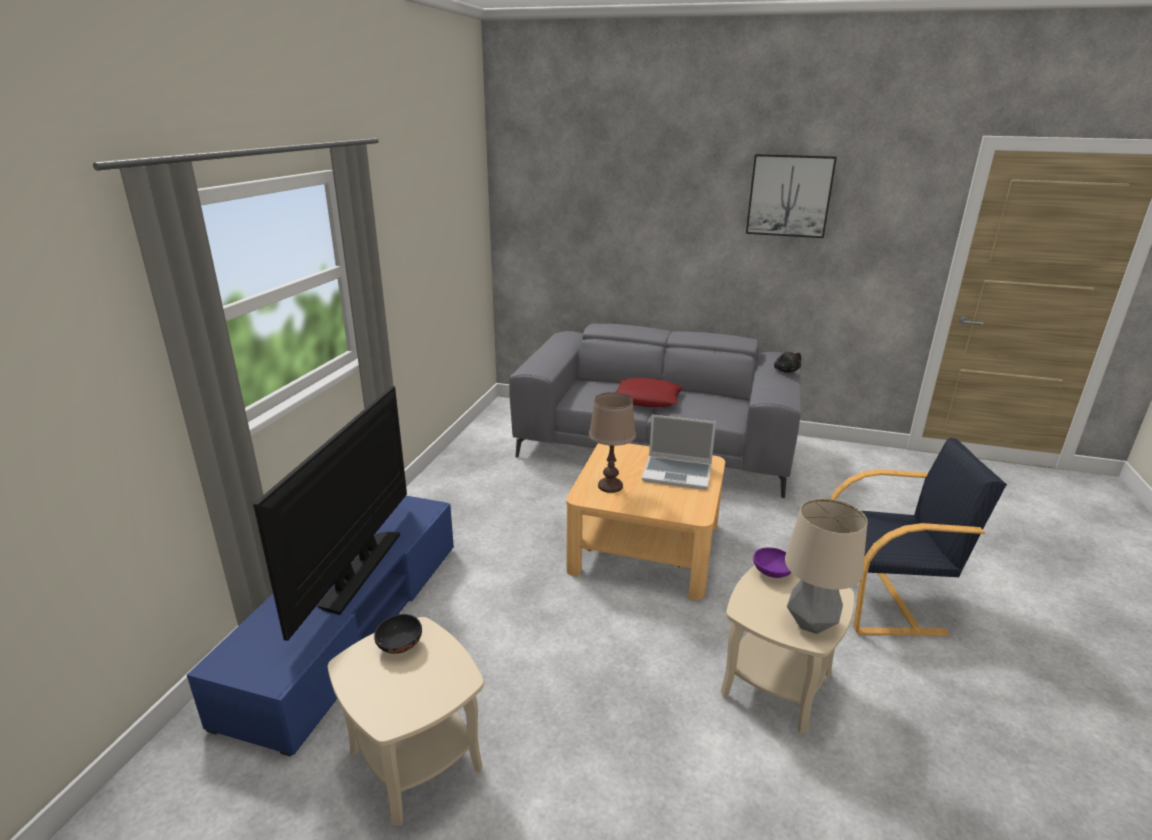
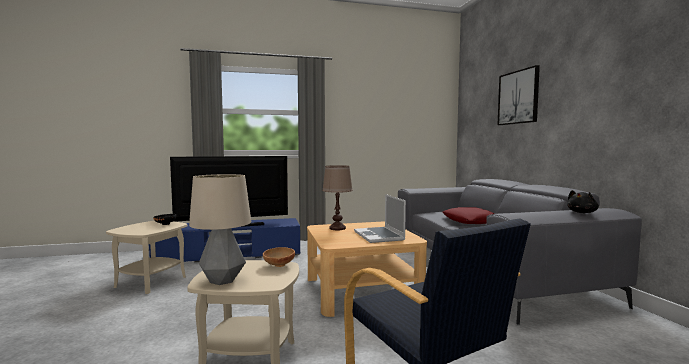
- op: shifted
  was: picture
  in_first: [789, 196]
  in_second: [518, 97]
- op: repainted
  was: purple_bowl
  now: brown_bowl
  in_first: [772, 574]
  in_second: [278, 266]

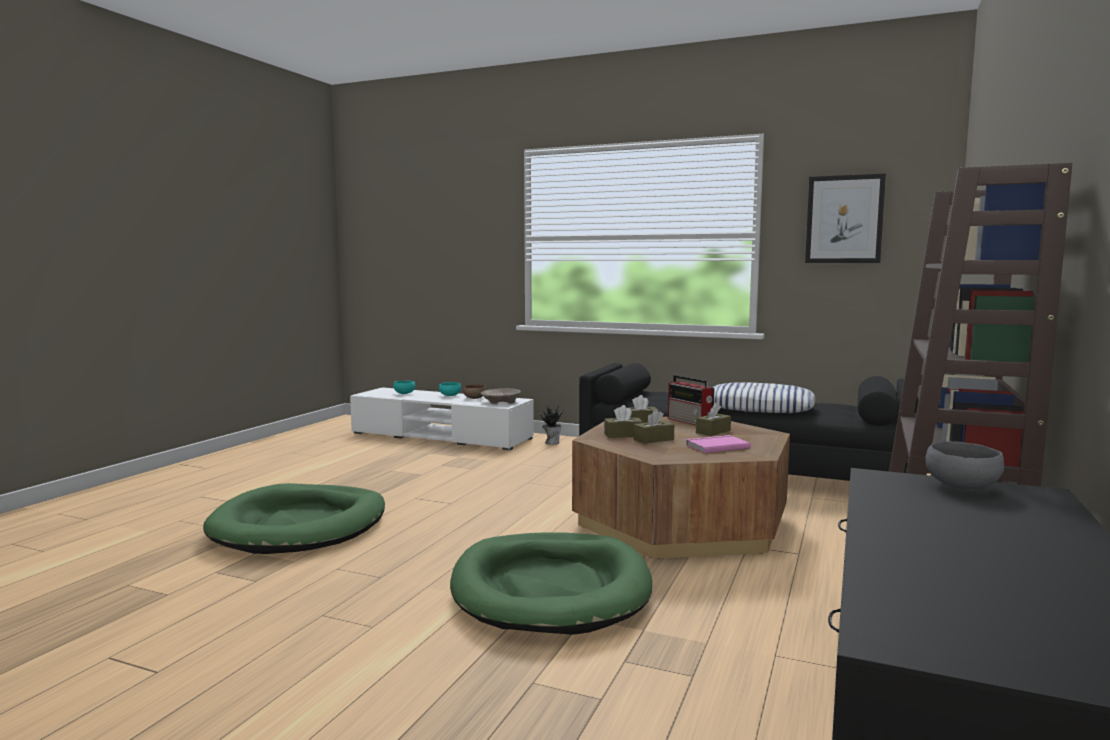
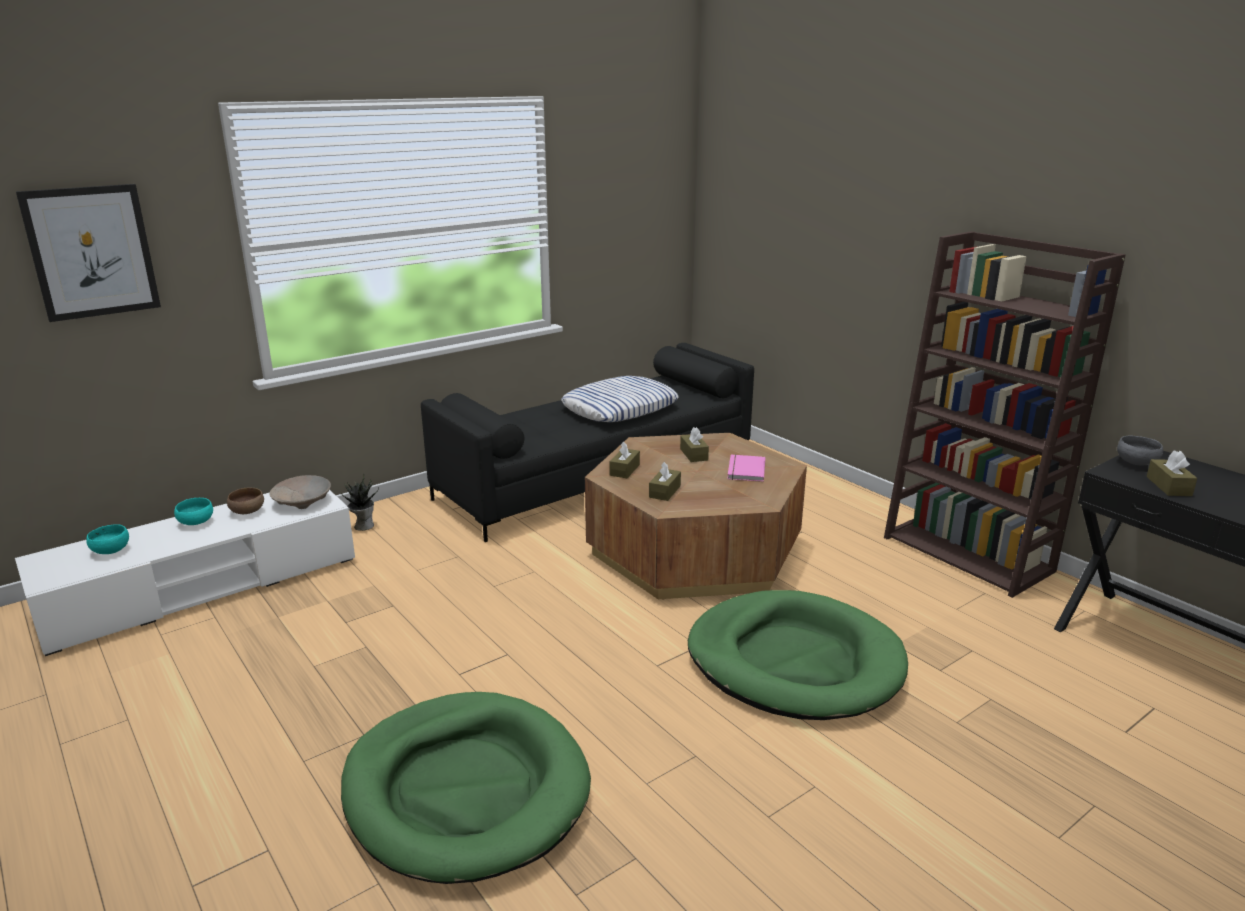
- op: gone
  was: radio
  in_first: [690, 421]
- op: shifted
  was: brown_tissue_box
  in_first: [653, 439]
  in_second: [1168, 486]
- op: shifted
  was: picture
  in_first: [844, 219]
  in_second: [91, 252]

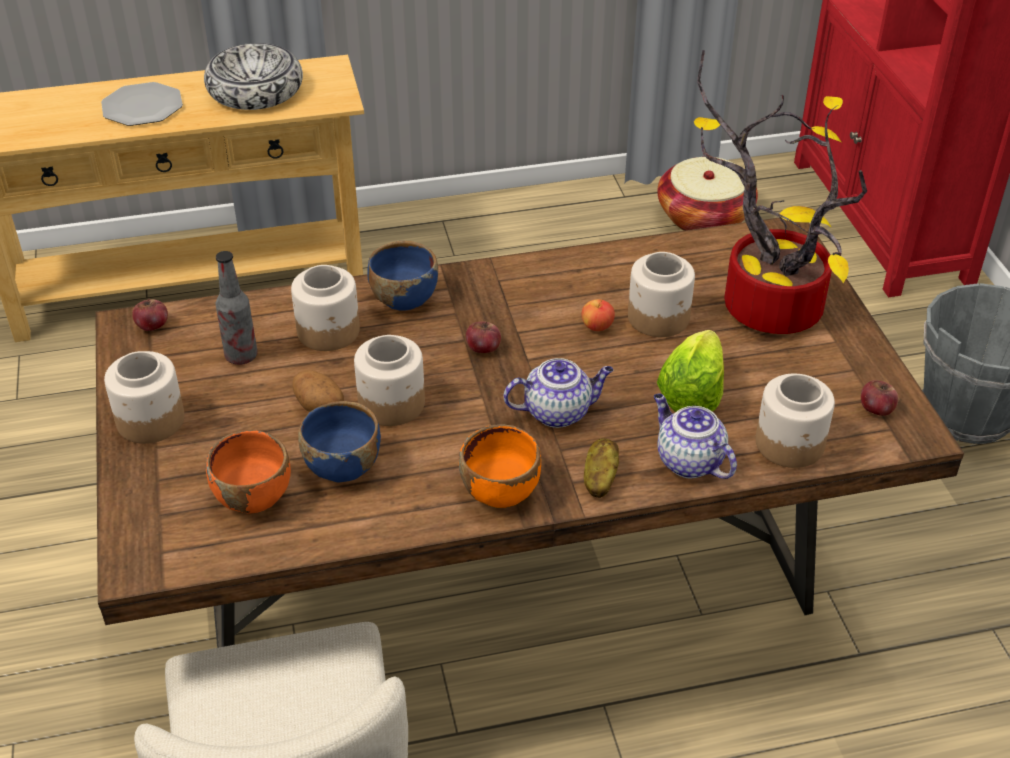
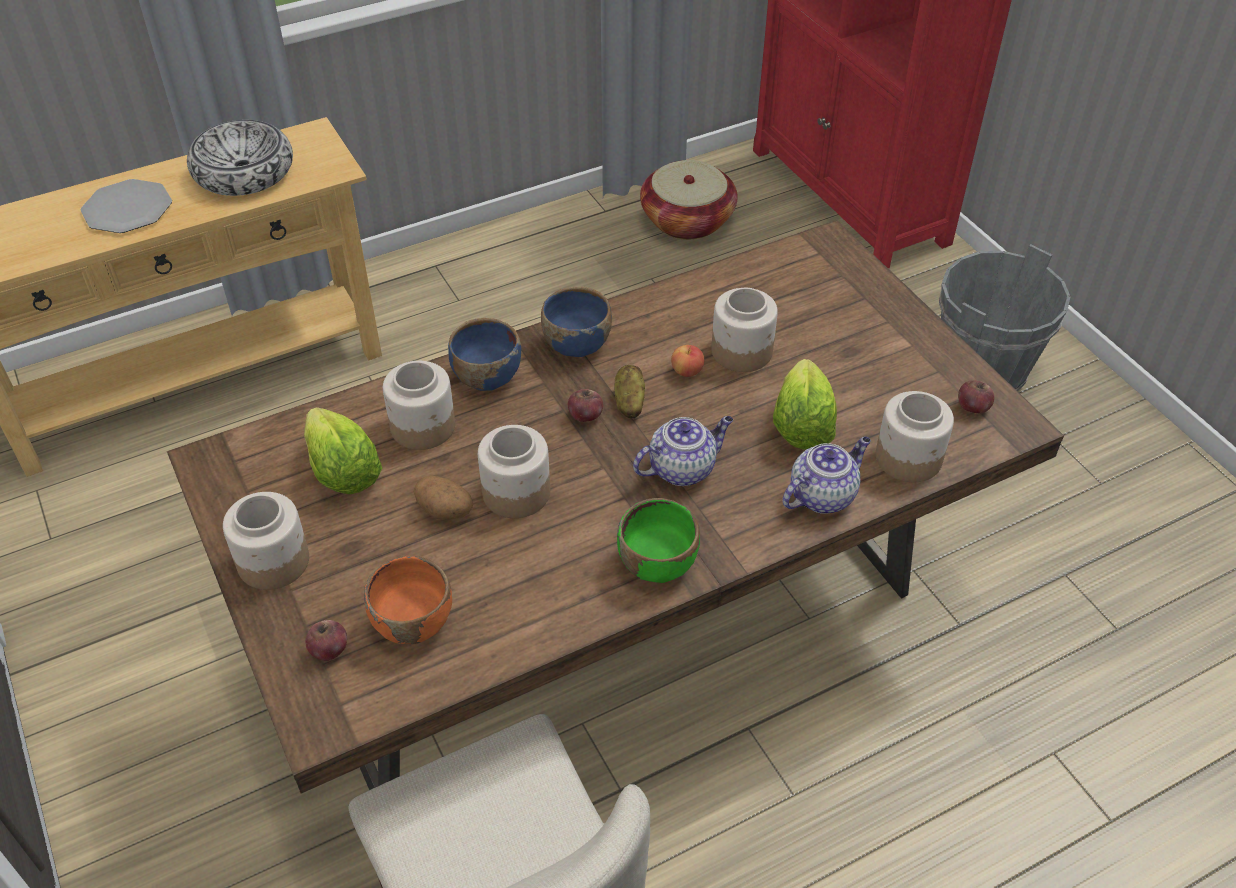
- op: gone
  was: potted_plant
  in_first: [763, 306]
- op: shifted
  was: apple
  in_first: [152, 326]
  in_second: [329, 650]
- op: shifted
  was: blue_bowl
  in_first: [343, 465]
  in_second: [577, 343]
- op: shifted
  was: potato
  in_first: [599, 479]
  in_second: [629, 402]
- op: swapped
  was: bottle
  now: lettuce
  in_first: [241, 356]
  in_second: [343, 471]
- op: repainted
  was: orange_bowl
  now: green_bowl
  in_first: [501, 491]
  in_second: [658, 563]
- op: rotated
  was: teapot
  in_first: [688, 461]
  in_second: [822, 495]
  clockwise: 105

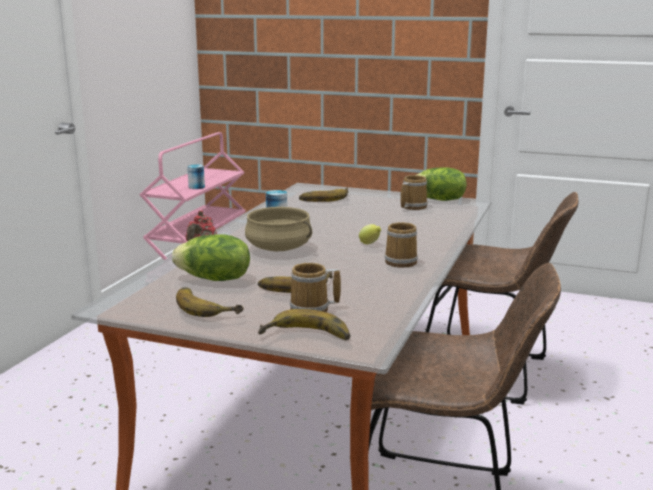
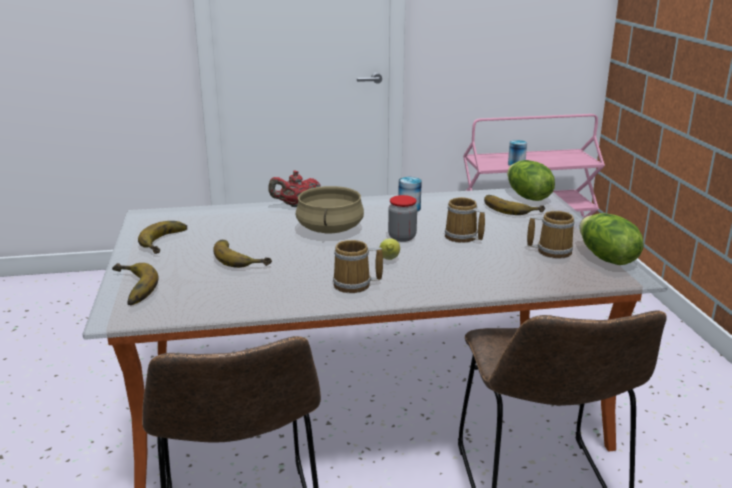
- op: new
  now: jar
  in_second: [402, 237]
- op: shifted
  was: lettuce
  in_first: [214, 279]
  in_second: [527, 196]
- op: shifted
  was: mug
  in_first: [312, 309]
  in_second: [462, 237]

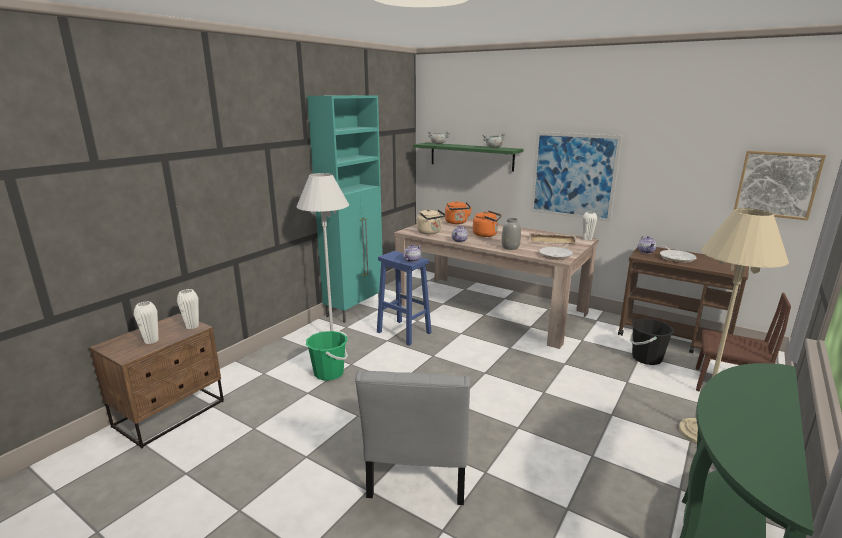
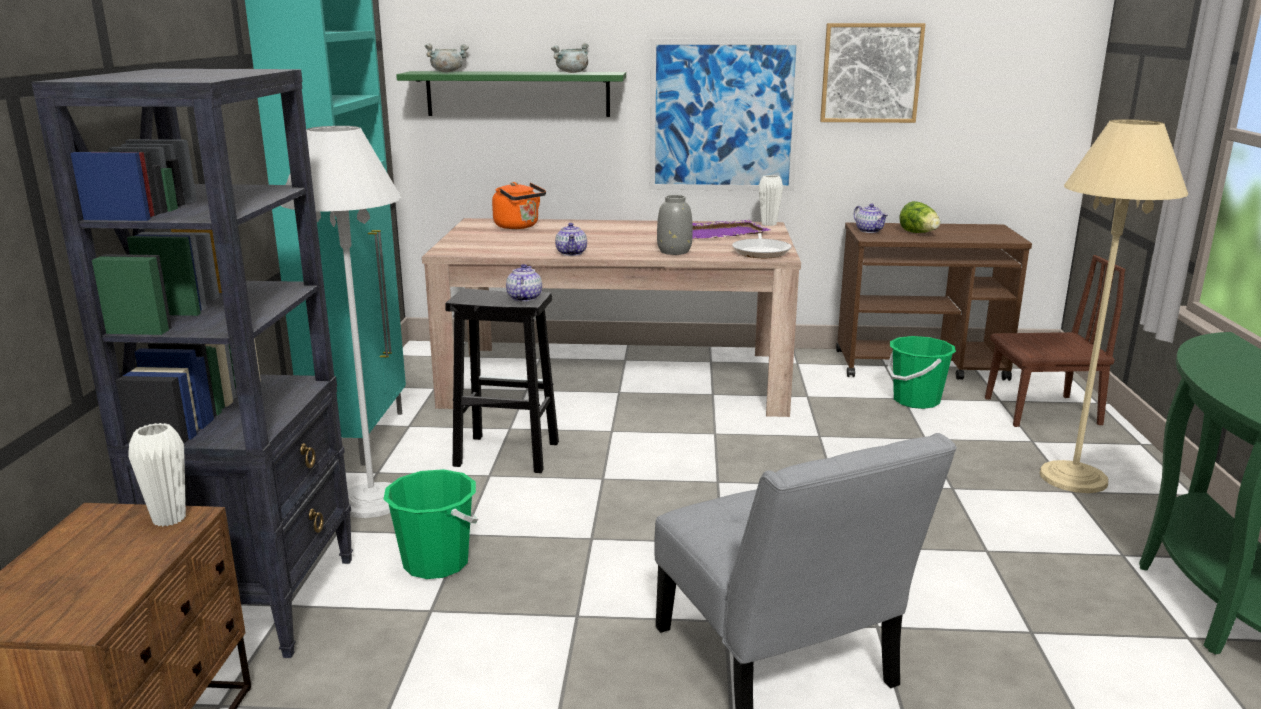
- op: gone
  was: white_vase
  in_first: [151, 341]
- op: gone
  was: beige_kettle
  in_first: [430, 232]
- op: gone
  was: orange_kettle
  in_first: [486, 235]
- op: new
  now: black_bookcase
  in_second: [262, 601]
- op: shifted
  was: picture
  in_first: [776, 184]
  in_second: [871, 73]
- op: swapped
  was: frying_pan
  now: lettuce
  in_first: [676, 258]
  in_second: [919, 233]
- op: repainted
  was: blue_stool
  now: black_stool
  in_first: [403, 332]
  in_second: [505, 454]
- op: repainted
  was: beige_tray
  now: purple_tray
  in_first: [553, 240]
  in_second: [722, 233]
- op: repainted
  was: black_bucket
  now: green_bucket
  in_first: [646, 358]
  in_second: [916, 400]

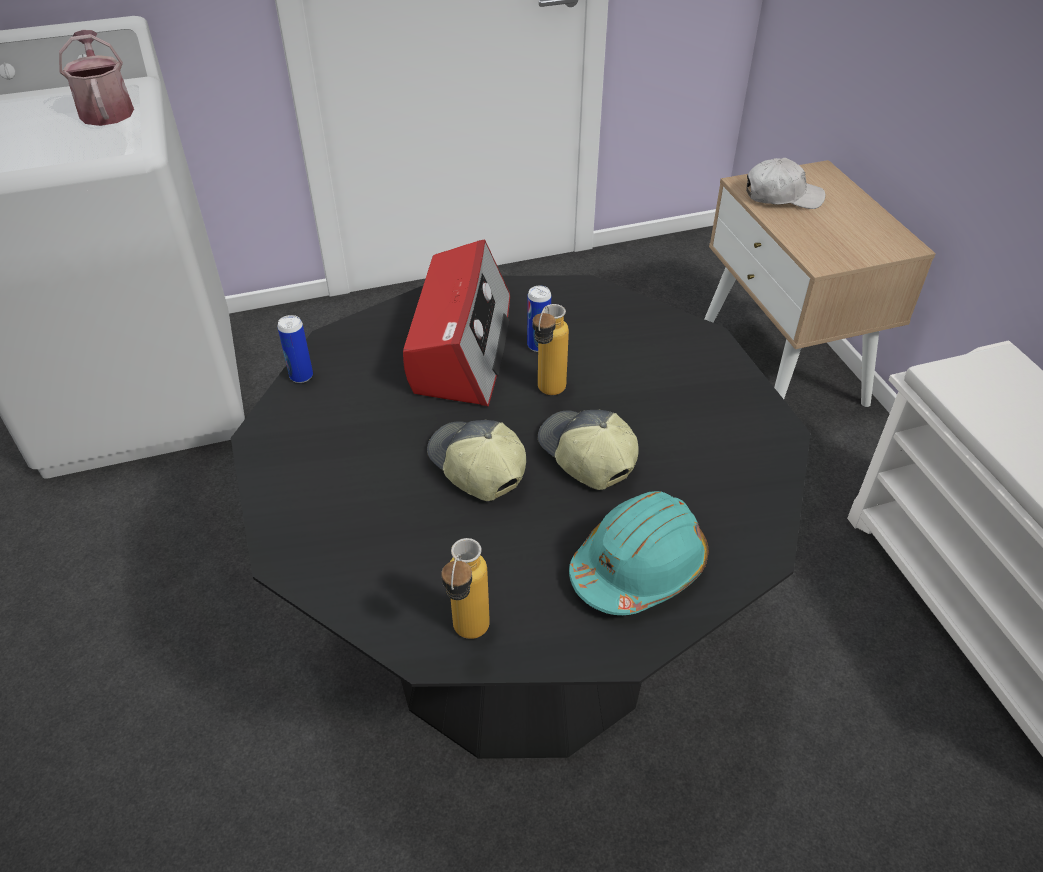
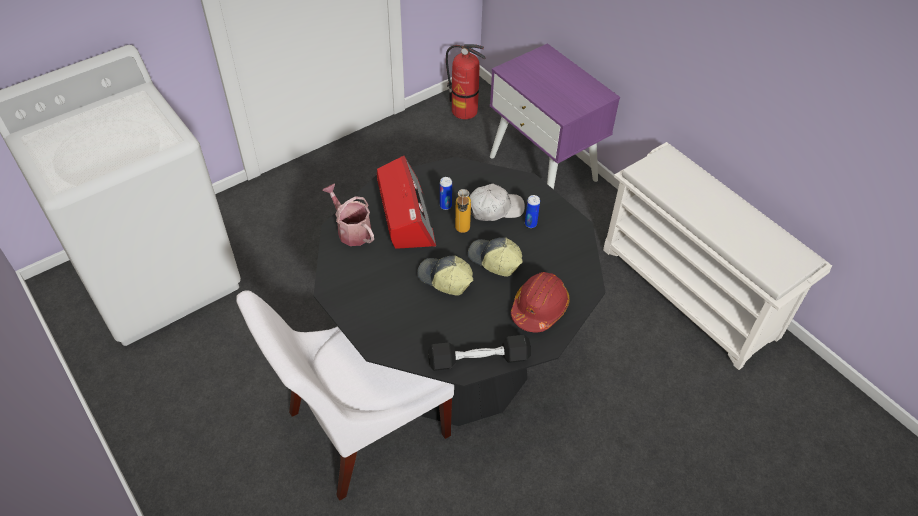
- op: new
  now: white_chair
  in_second: [361, 427]
- op: new
  now: fire_extinguisher
  in_second: [464, 111]
- op: shifted
  was: watering_can
  in_first: [106, 110]
  in_second: [351, 230]
- op: shifted
  was: can
  in_first: [301, 376]
  in_second: [530, 224]
- op: shifted
  was: white_cap
  in_first: [782, 196]
  in_second: [495, 208]
- op: swapped
  was: bottle
  now: black_dumbbell
  in_first: [467, 638]
  in_second: [478, 360]
- op: repainted
  was: turquoise_hard_hat
  now: red_hard_hat
  in_first: [638, 567]
  in_second: [539, 308]
- op: repainted
  was: beige_nightstand
  now: purple_nightstand
  in_first: [781, 369]
  in_second: [544, 168]

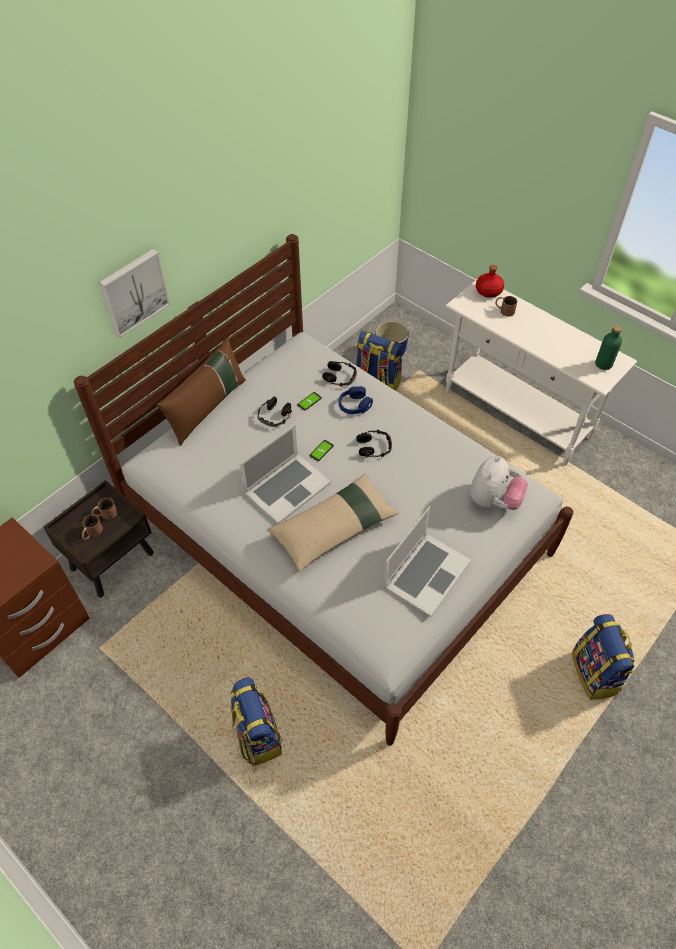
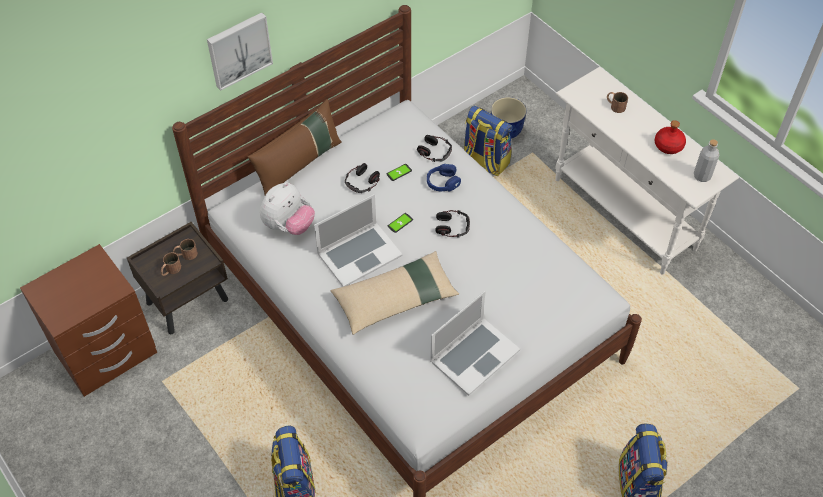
- op: shifted
  was: plush_toy
  in_first: [493, 500]
  in_second: [288, 225]
- op: shifted
  was: red_bottle
  in_first: [489, 291]
  in_second: [669, 146]
- op: repainted
  was: green_bottle
  now: grey_bottle
  in_first: [603, 364]
  in_second: [702, 176]

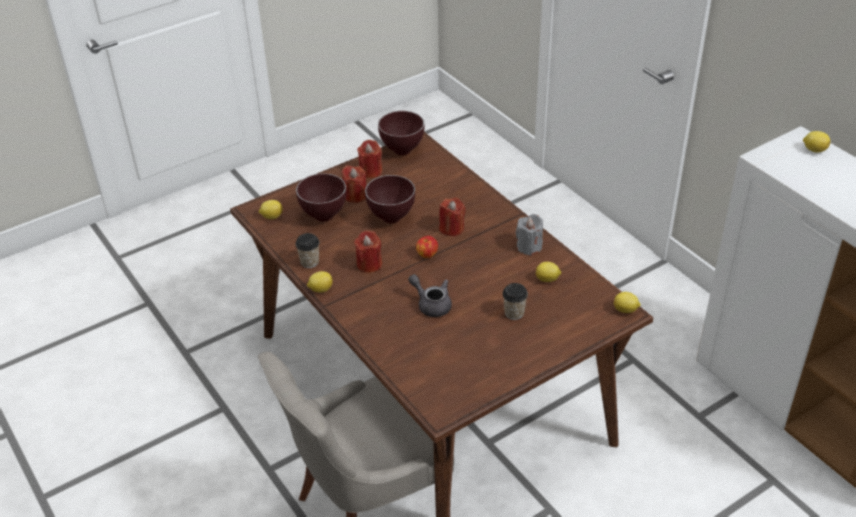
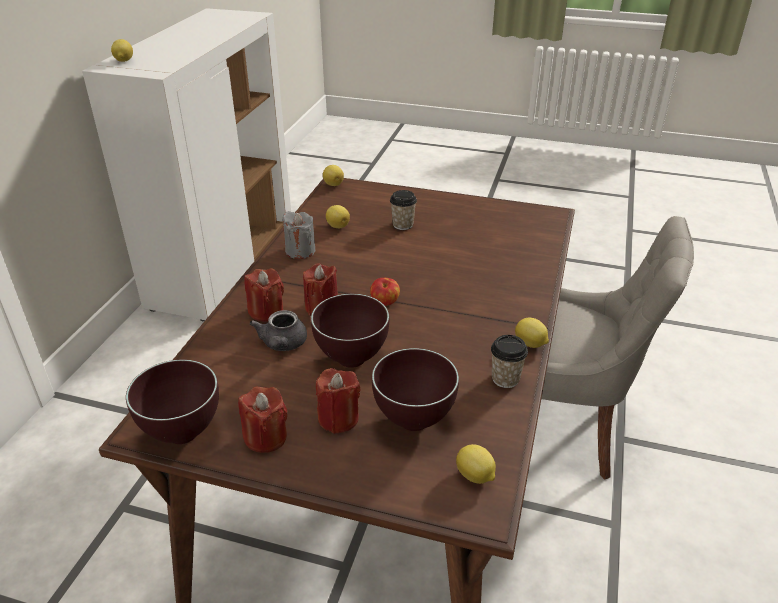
- op: shifted
  was: red_candle
  in_first: [369, 264]
  in_second: [266, 311]
- op: shifted
  was: grey_teapot
  in_first: [431, 304]
  in_second: [282, 345]

